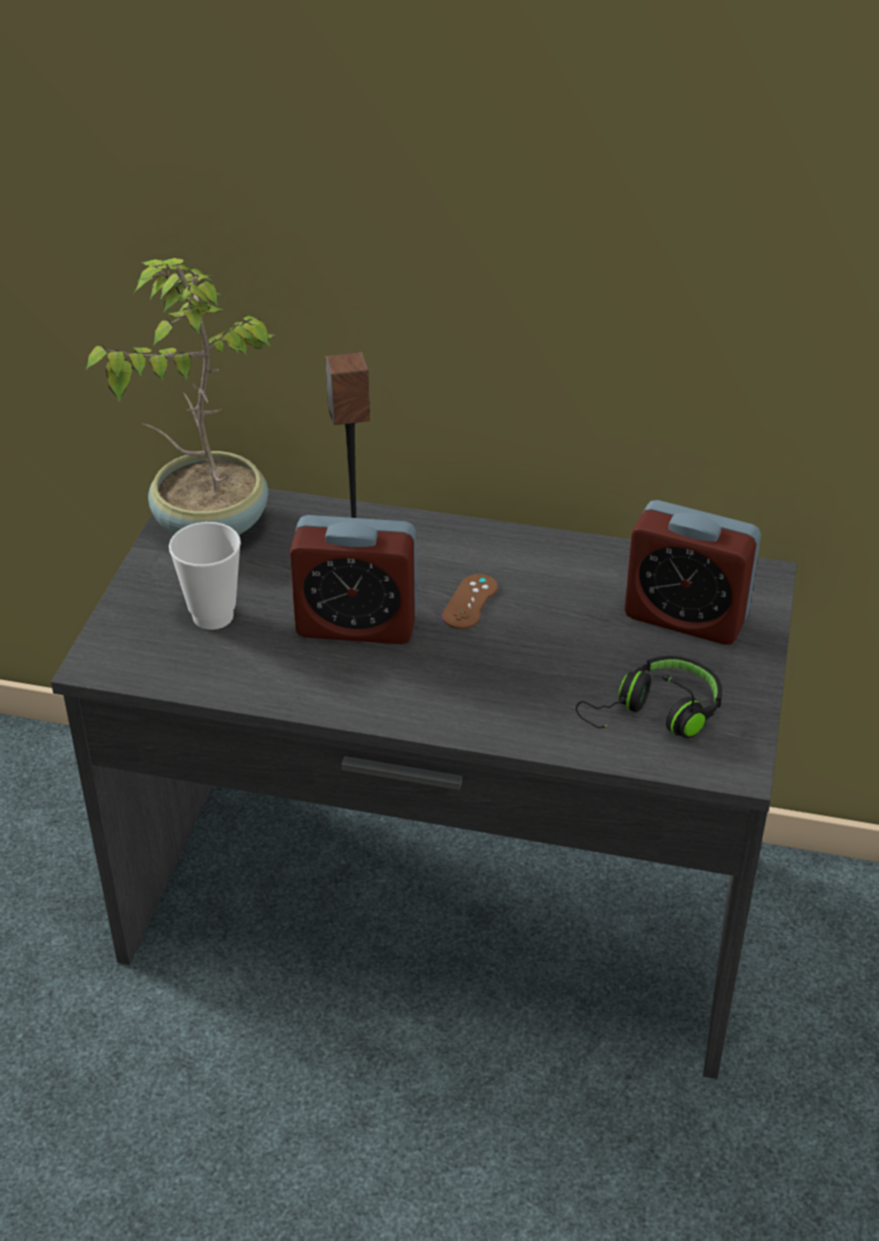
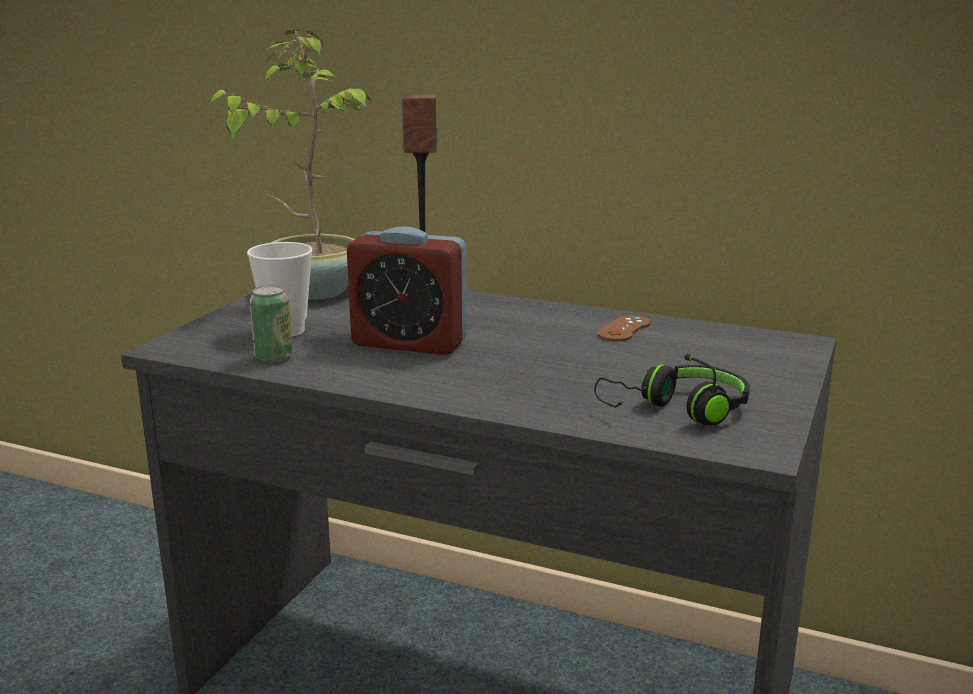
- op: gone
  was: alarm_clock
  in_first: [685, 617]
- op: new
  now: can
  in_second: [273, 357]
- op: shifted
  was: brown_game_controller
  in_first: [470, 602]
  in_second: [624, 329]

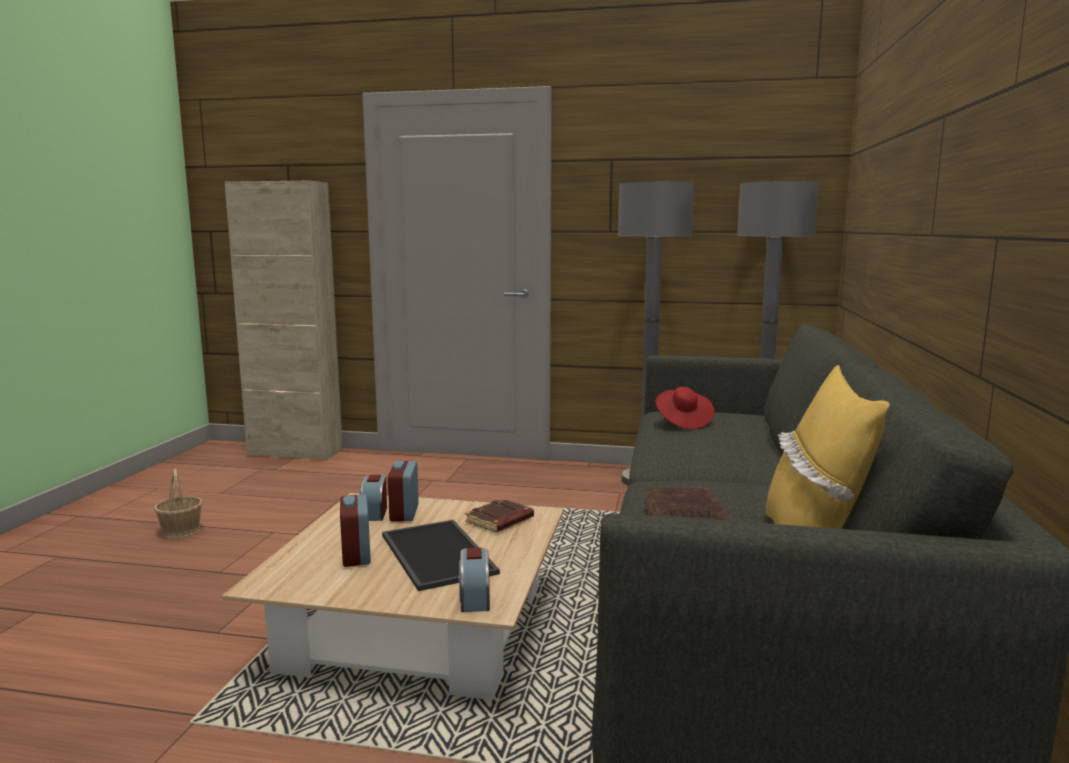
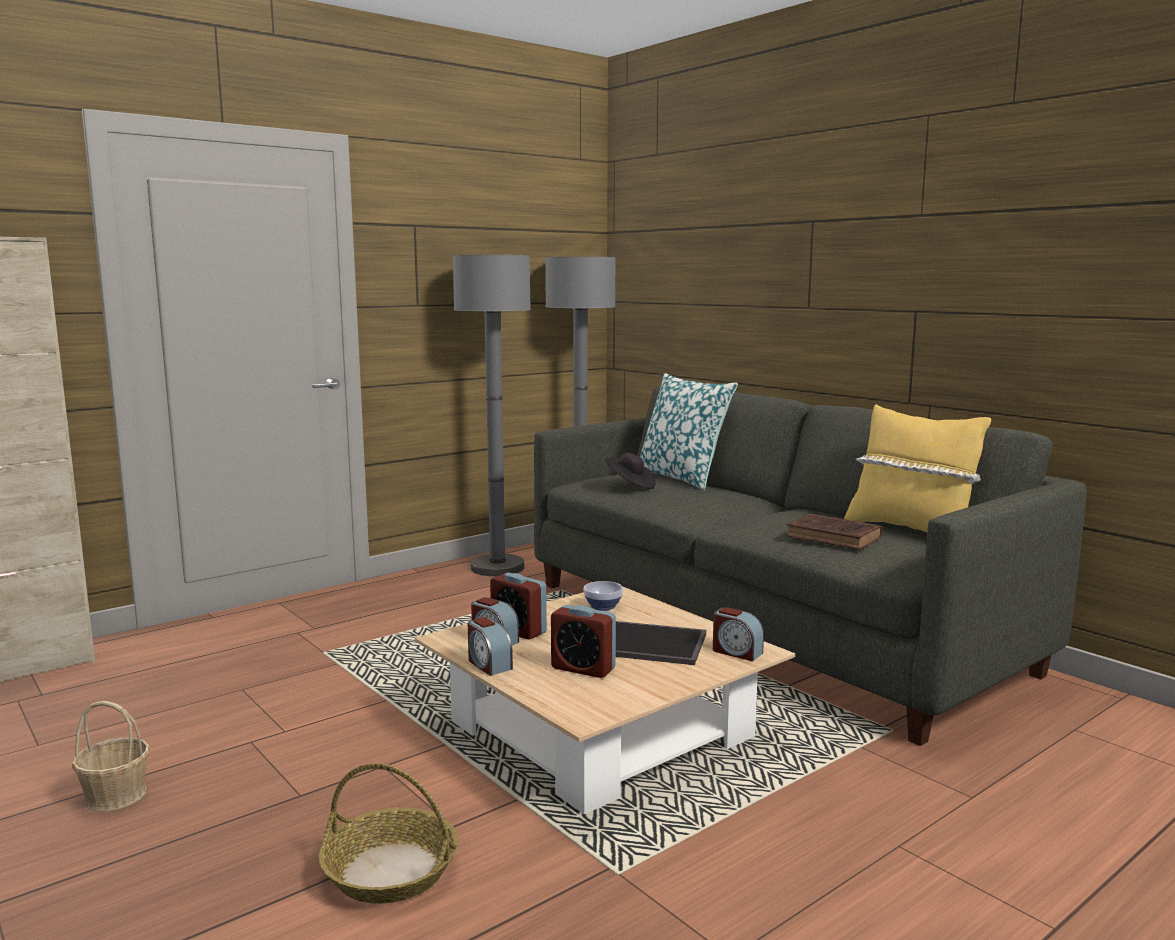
- op: new
  now: basket
  in_second: [391, 871]
- op: new
  now: alarm_clock
  in_second: [488, 664]
- op: new
  now: pillow
  in_second: [682, 478]
- op: swapped
  was: brown_book
  now: bowl
  in_first: [500, 521]
  in_second: [604, 607]
- op: repainted
  was: red_hat
  now: black_hat
  in_first: [683, 422]
  in_second: [630, 485]

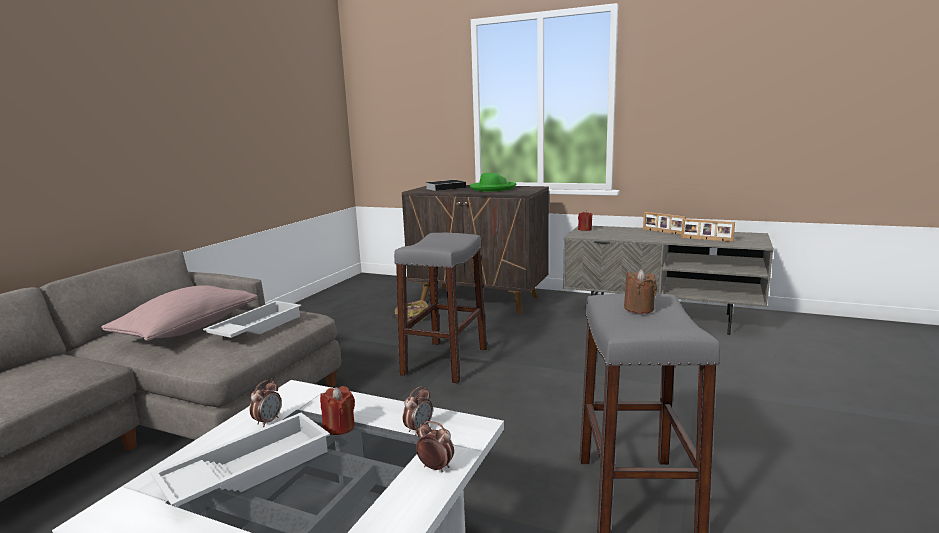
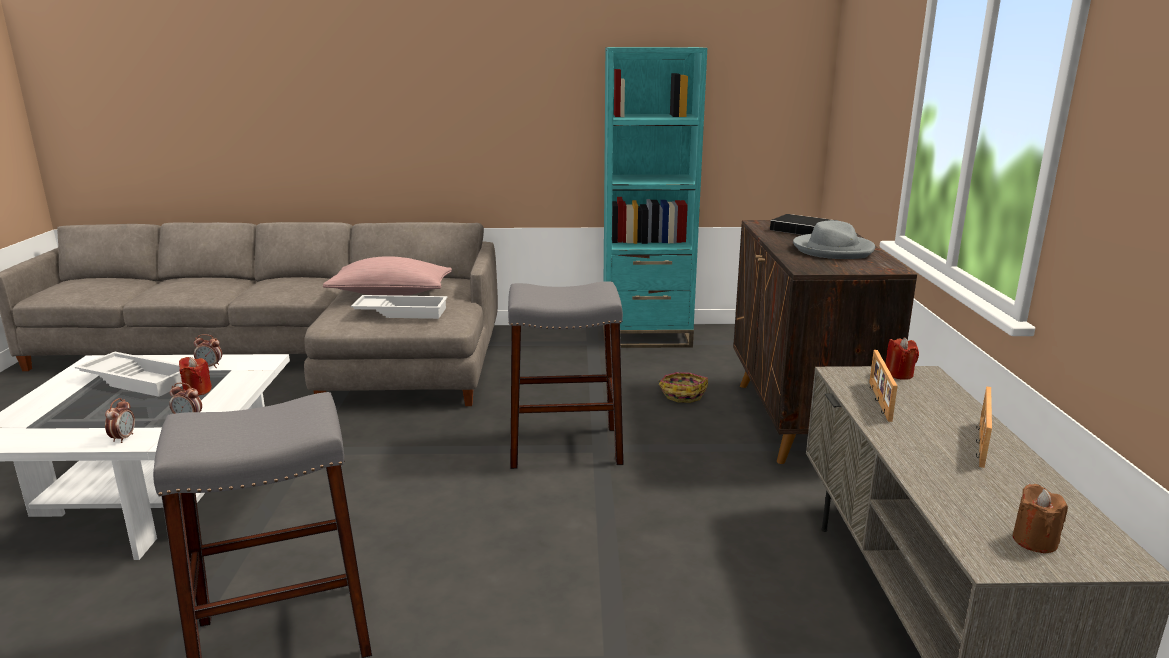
- op: new
  now: turquoise_bookcase
  in_second: [646, 337]
- op: shifted
  was: brown_candle
  in_first: [639, 309]
  in_second: [1034, 541]
- op: shifted
  was: picture_frame
  in_first: [706, 239]
  in_second: [878, 401]
- op: repainted
  was: green_hat
  now: grey_hat
  in_first: [492, 188]
  in_second: [833, 250]

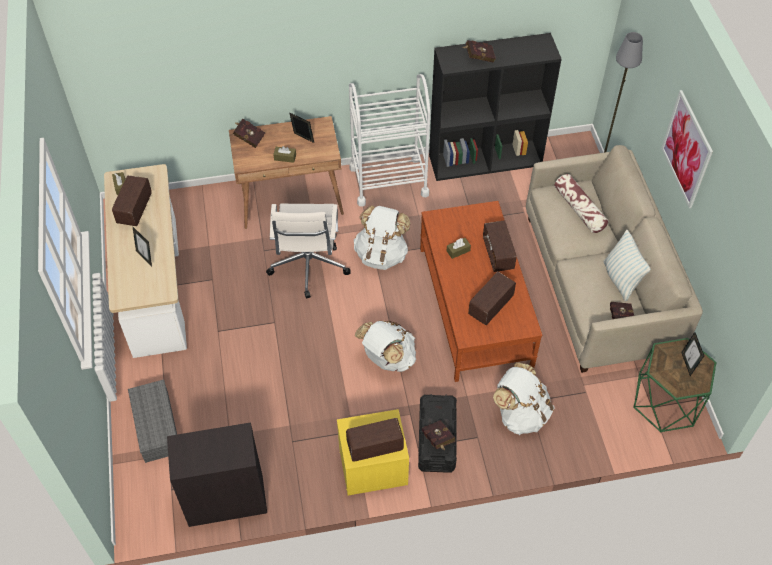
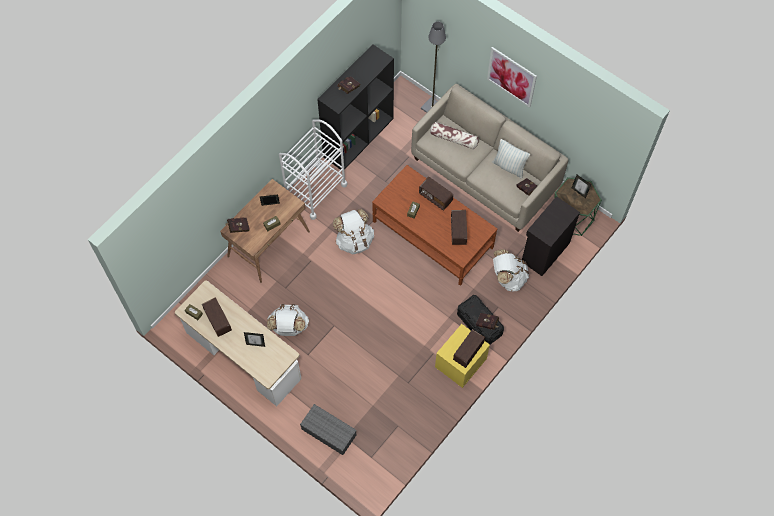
- op: gone
  was: white_office_chair
  in_first: [308, 266]
- op: shifted
  was: black_cabinet
  in_first: [225, 499]
  in_second: [544, 252]
- op: shifted
  was: white_backpack
  in_first: [387, 358]
  in_second: [289, 327]

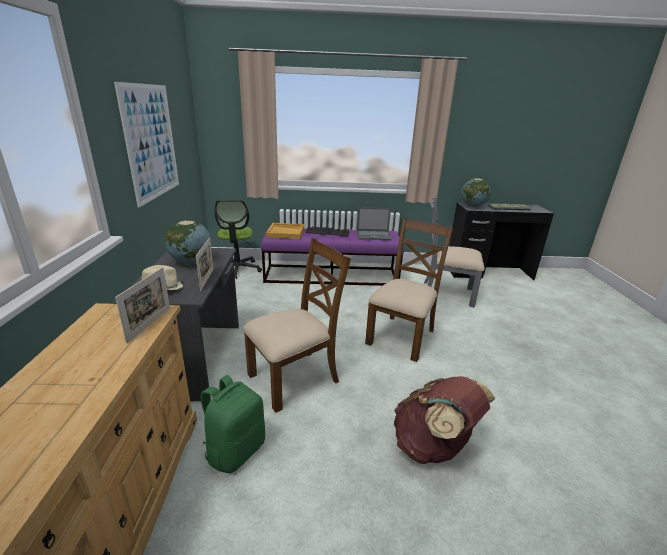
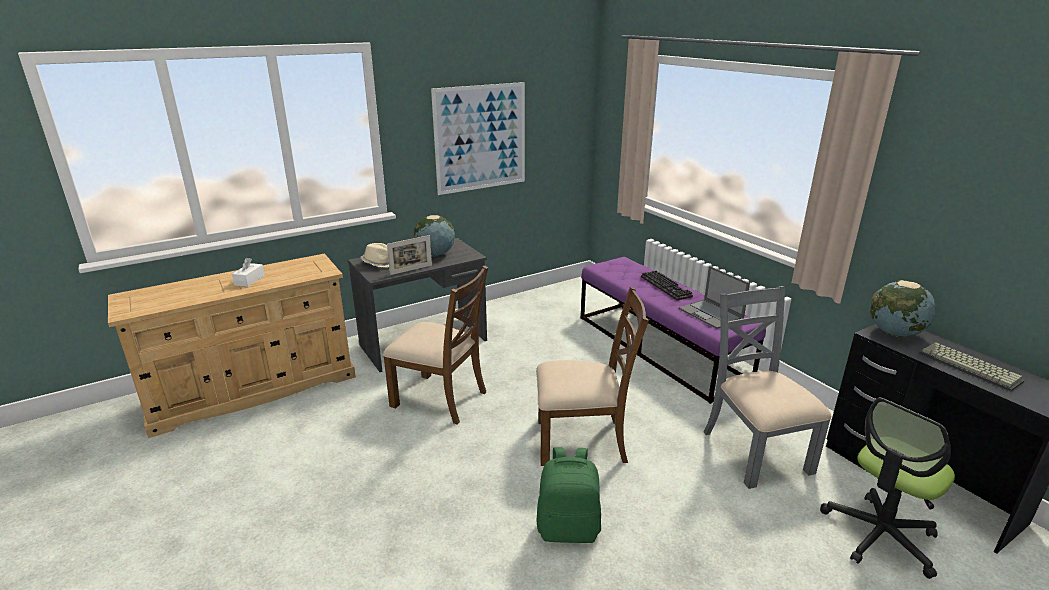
- op: gone
  was: picture_frame
  in_first: [150, 324]
- op: gone
  was: beige_tray
  in_first: [286, 232]
- op: gone
  was: brown_backpack
  in_first: [433, 447]
- op: new
  now: white_tissue_box
  in_second: [249, 280]
- op: shifted
  was: green_backpack
  in_first: [235, 450]
  in_second: [568, 529]
- op: shifted
  was: office_chair
  in_first: [237, 269]
  in_second: [879, 535]

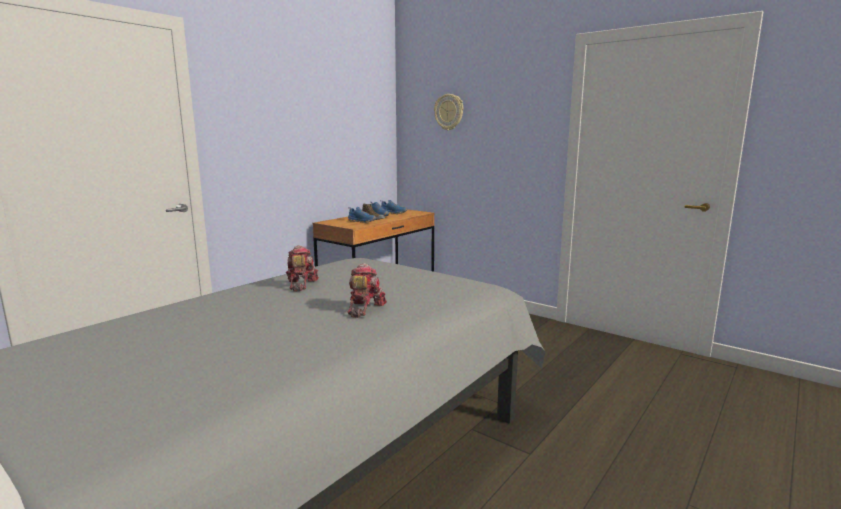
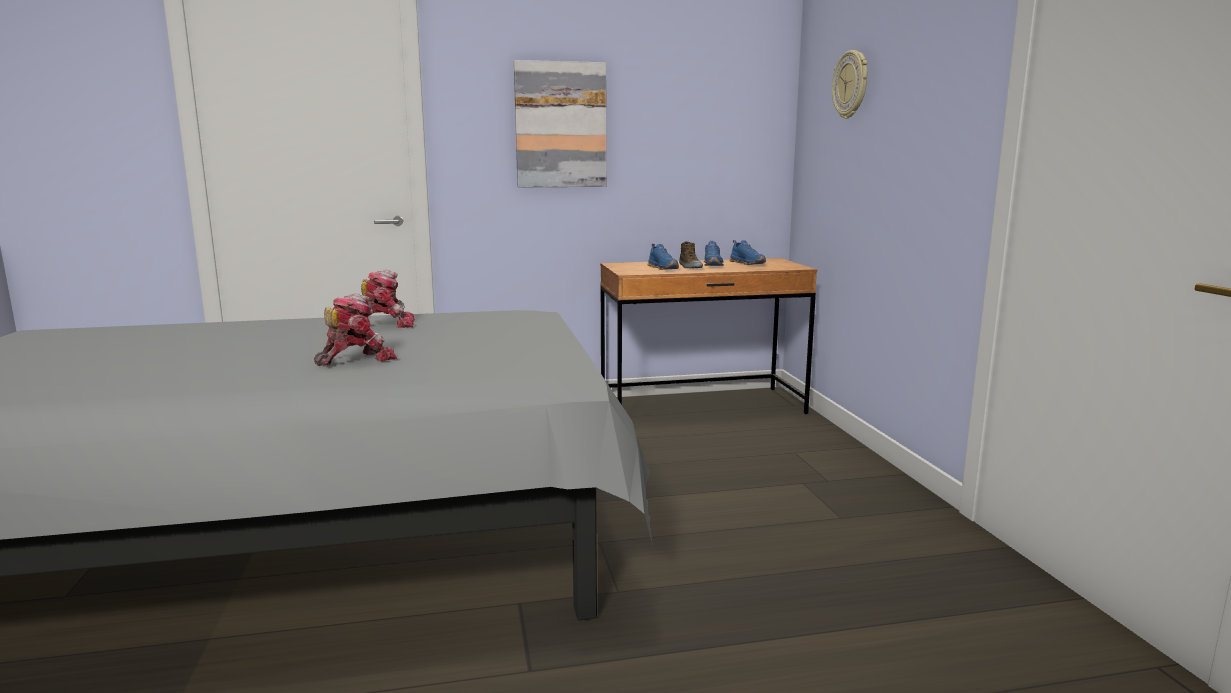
- op: new
  now: picture
  in_second: [560, 125]
- op: rotated
  was: toy_robot
  in_first: [300, 284]
  in_second: [386, 324]
  clockwise: 45

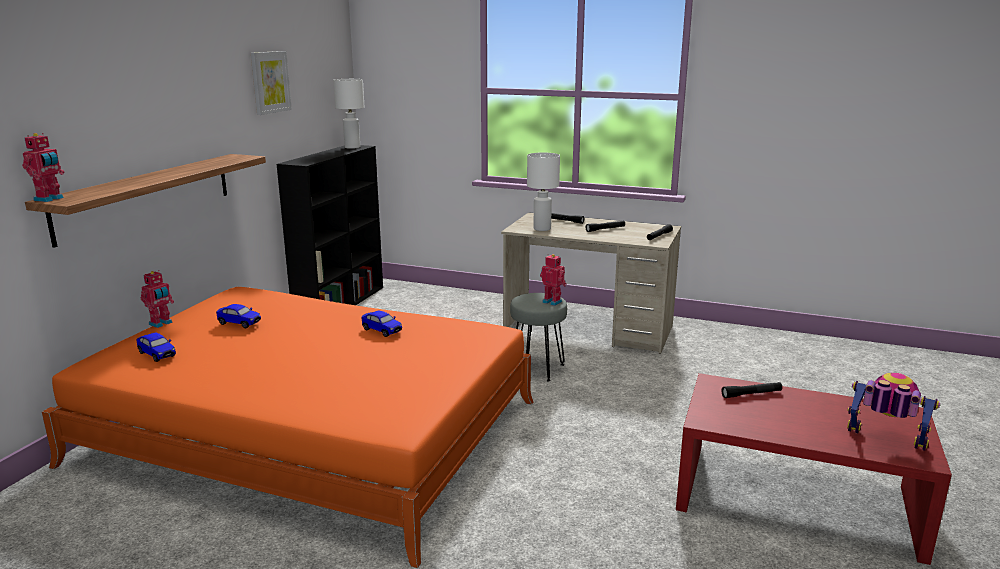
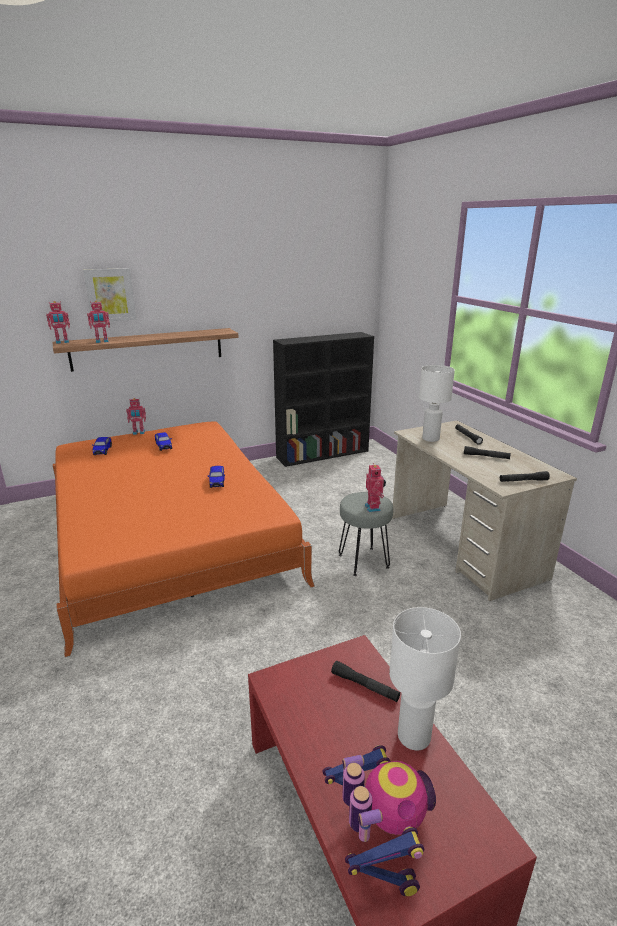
- op: new
  now: toy_robot
  in_second: [102, 341]
- op: shifted
  was: picture
  in_first: [270, 82]
  in_second: [110, 295]
- op: shifted
  was: white_table_lamp
  in_first: [352, 147]
  in_second: [413, 736]

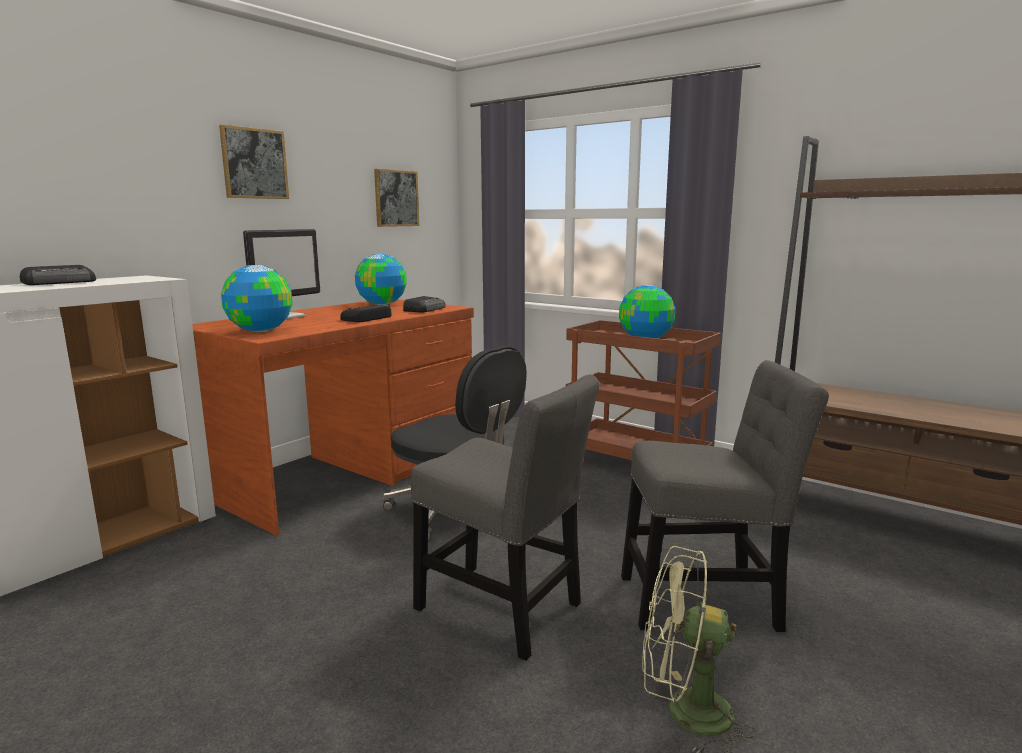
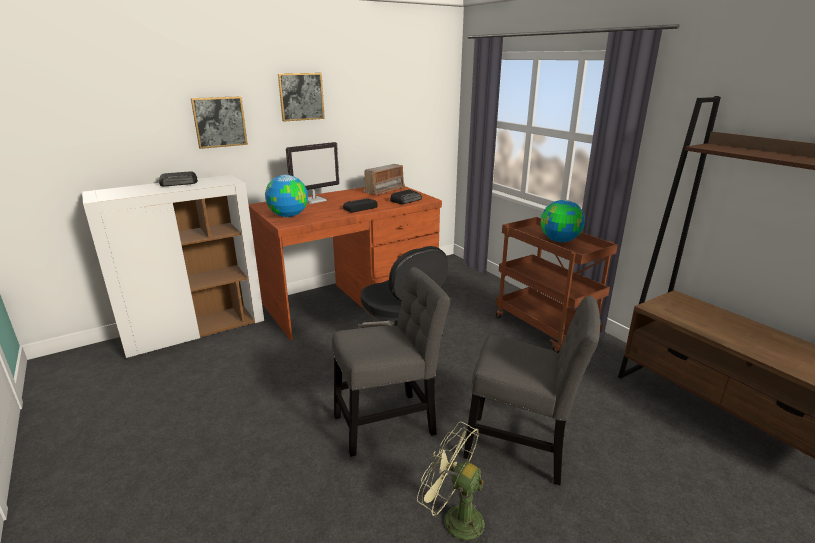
- op: shifted
  was: picture
  in_first: [396, 198]
  in_second: [219, 122]
- op: swapped
  was: globe
  now: radio
  in_first: [382, 304]
  in_second: [384, 190]
- op: rotated
  was: grey_chair
  in_first: [504, 610]
  in_second: [389, 422]
  clockwise: -75

